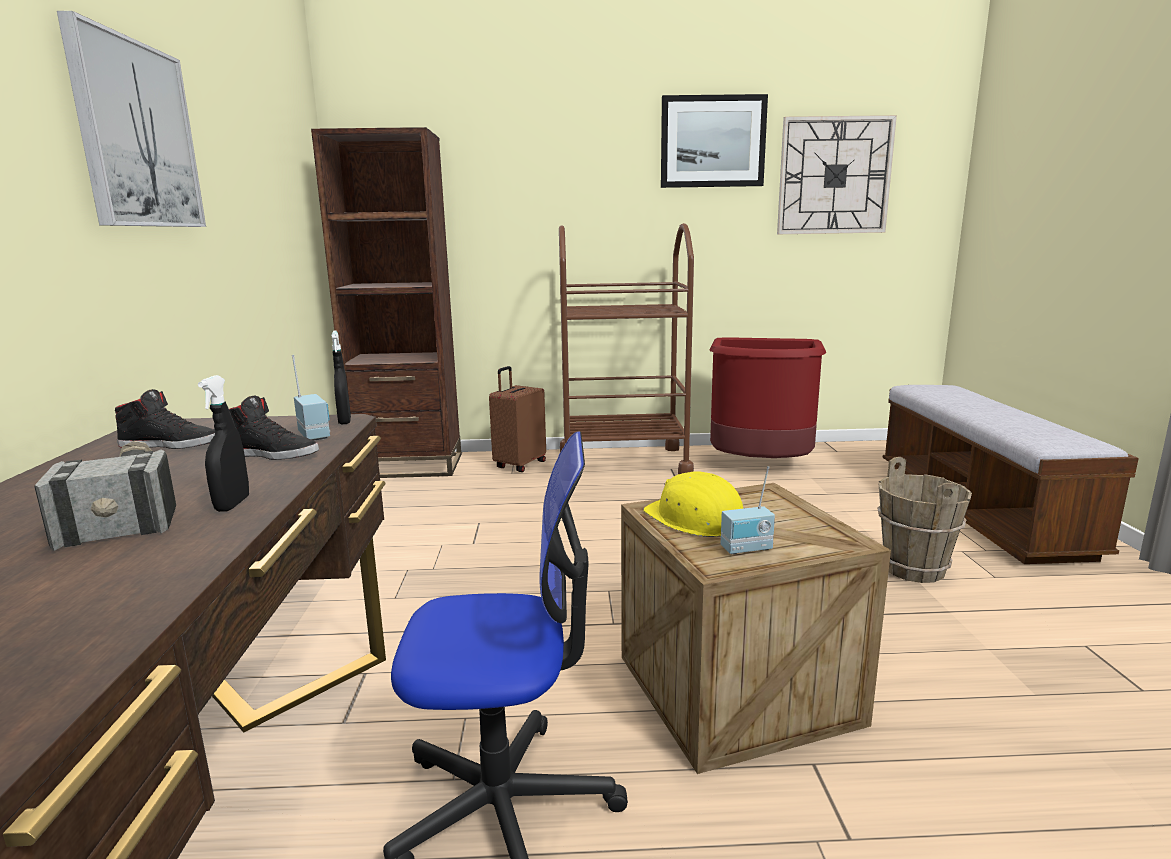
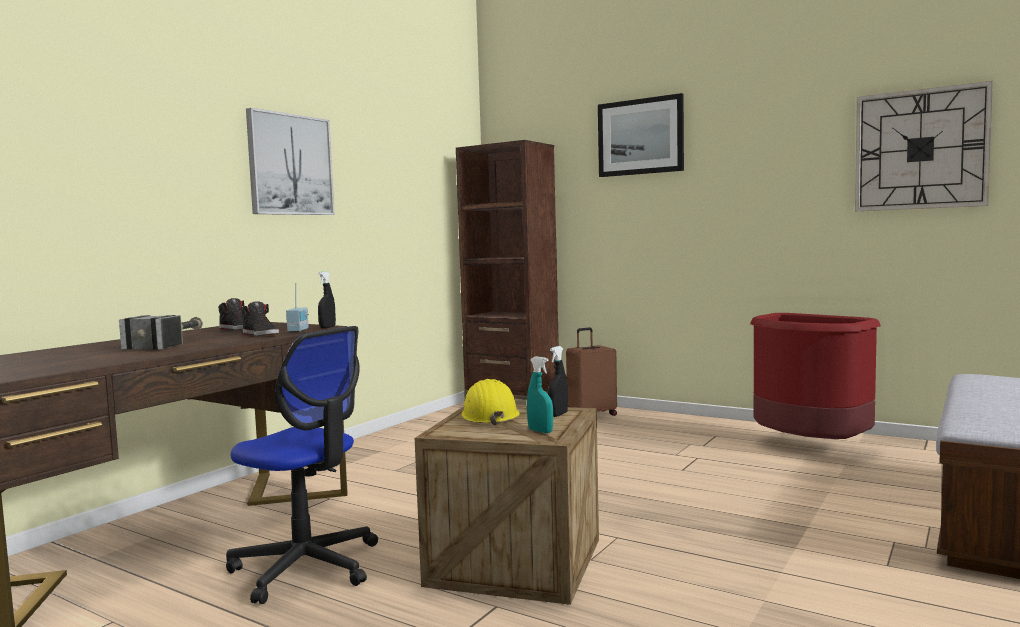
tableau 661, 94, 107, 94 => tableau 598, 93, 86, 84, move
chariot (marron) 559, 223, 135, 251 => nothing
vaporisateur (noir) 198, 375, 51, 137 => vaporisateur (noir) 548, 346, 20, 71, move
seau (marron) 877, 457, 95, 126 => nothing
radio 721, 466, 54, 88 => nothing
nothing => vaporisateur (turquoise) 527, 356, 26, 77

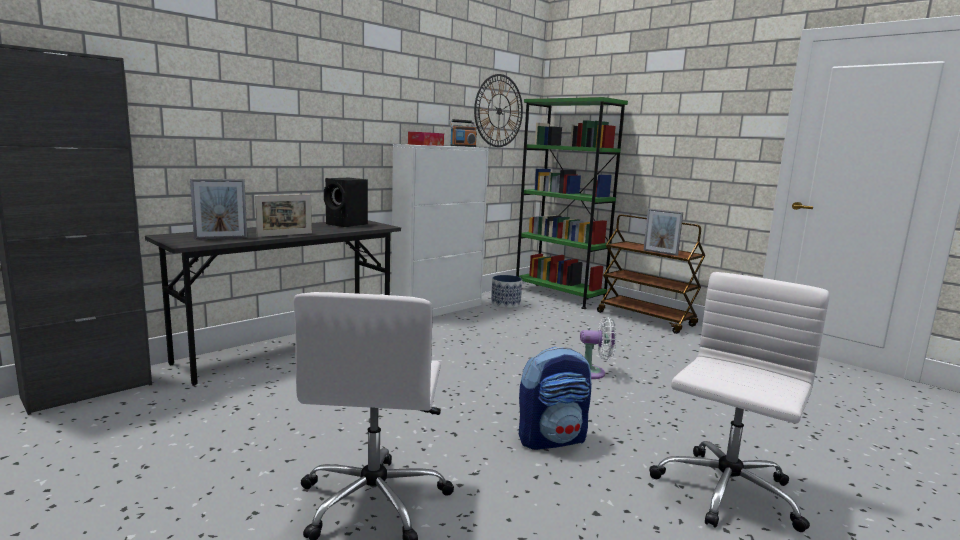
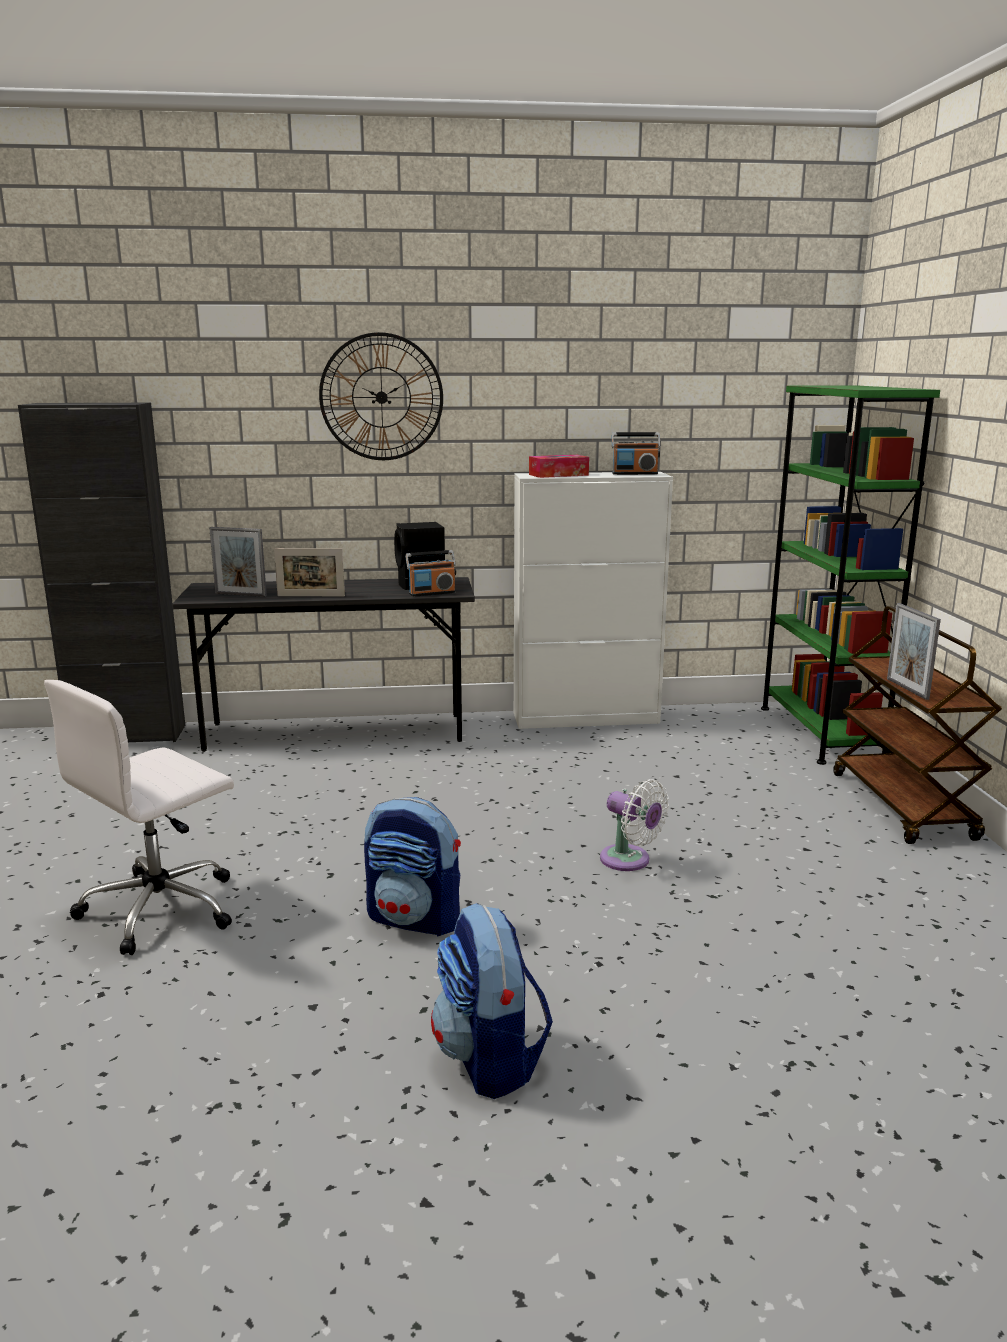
horloge murale 474, 74, 49, 73 => horloge murale 319, 332, 124, 128, move
chaise de bureau (blanc) 649, 272, 181, 260 => sac à dos 431, 903, 122, 196
cache-pot 491, 275, 31, 33 => nothing
nothing => radio 405, 550, 51, 47

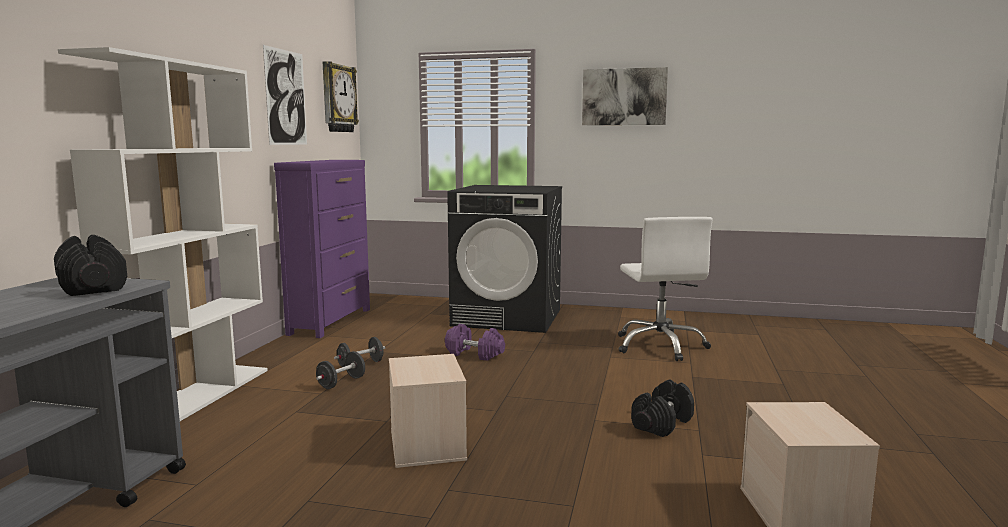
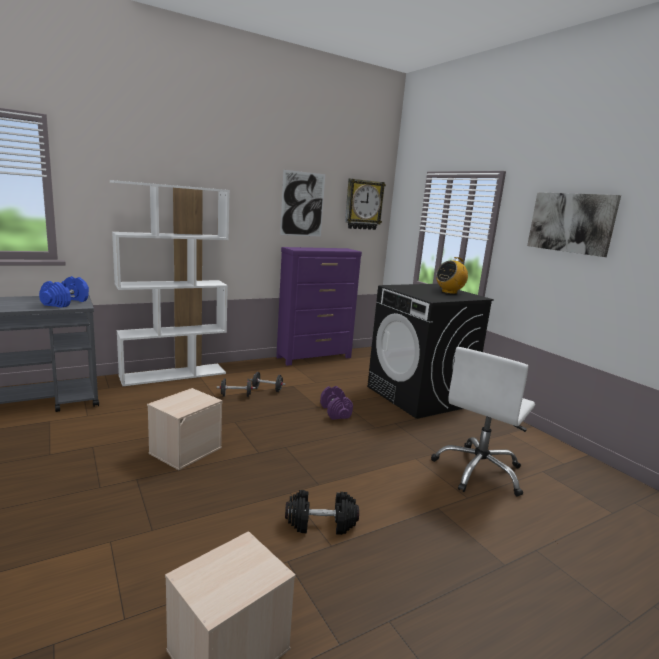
haltère (noir) 54, 235, 73, 61 => haltère (bleu) 39, 276, 50, 32
nothing => radio 436, 257, 32, 37

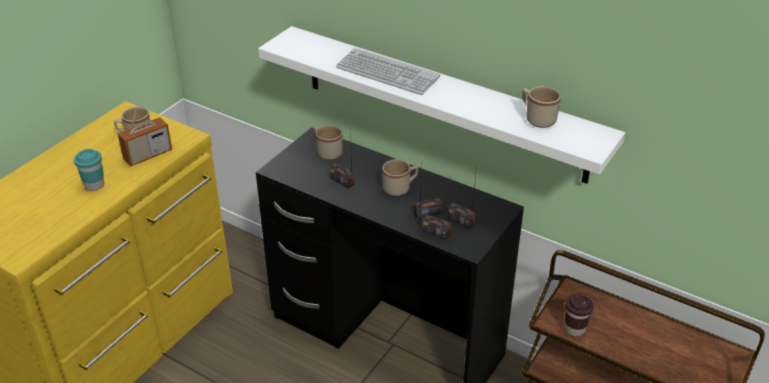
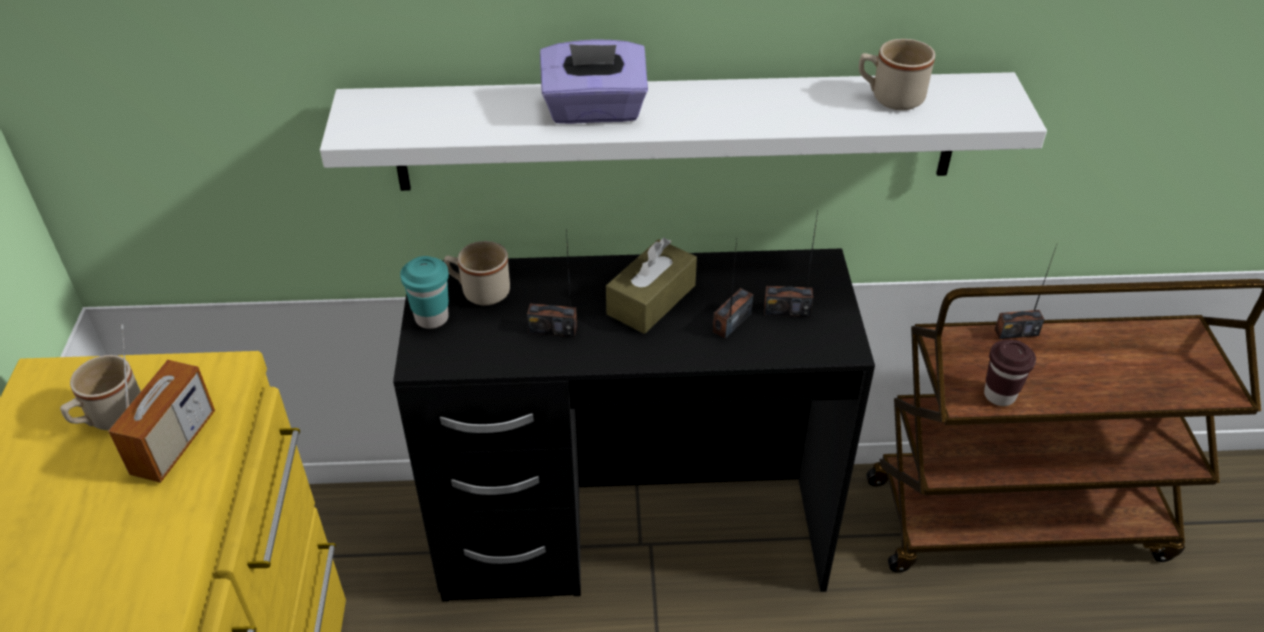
clavier 336, 48, 104, 47 => boîte à mouchoirs (violet) 540, 39, 108, 85
tasse (turquoise) 74, 149, 30, 42 => tasse (turquoise) 400, 256, 49, 73, move
mug (beige) 382, 159, 36, 37 => boîte à mouchoirs (marron) 606, 238, 91, 96
radio 422, 180, 29, 60 => radio 995, 245, 62, 94, move

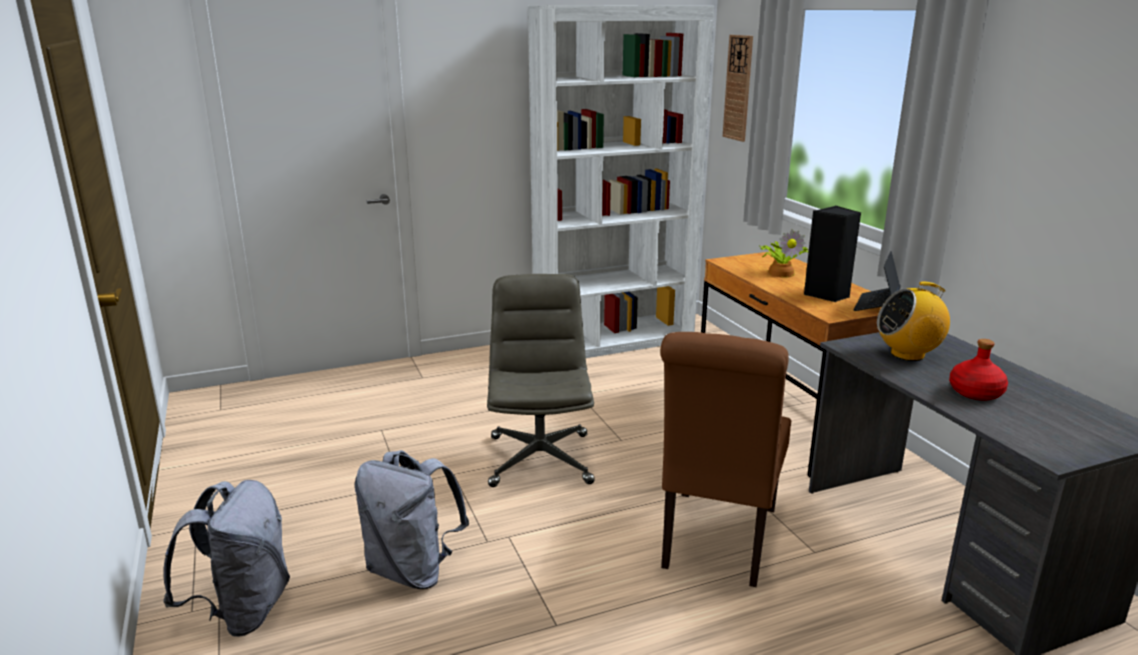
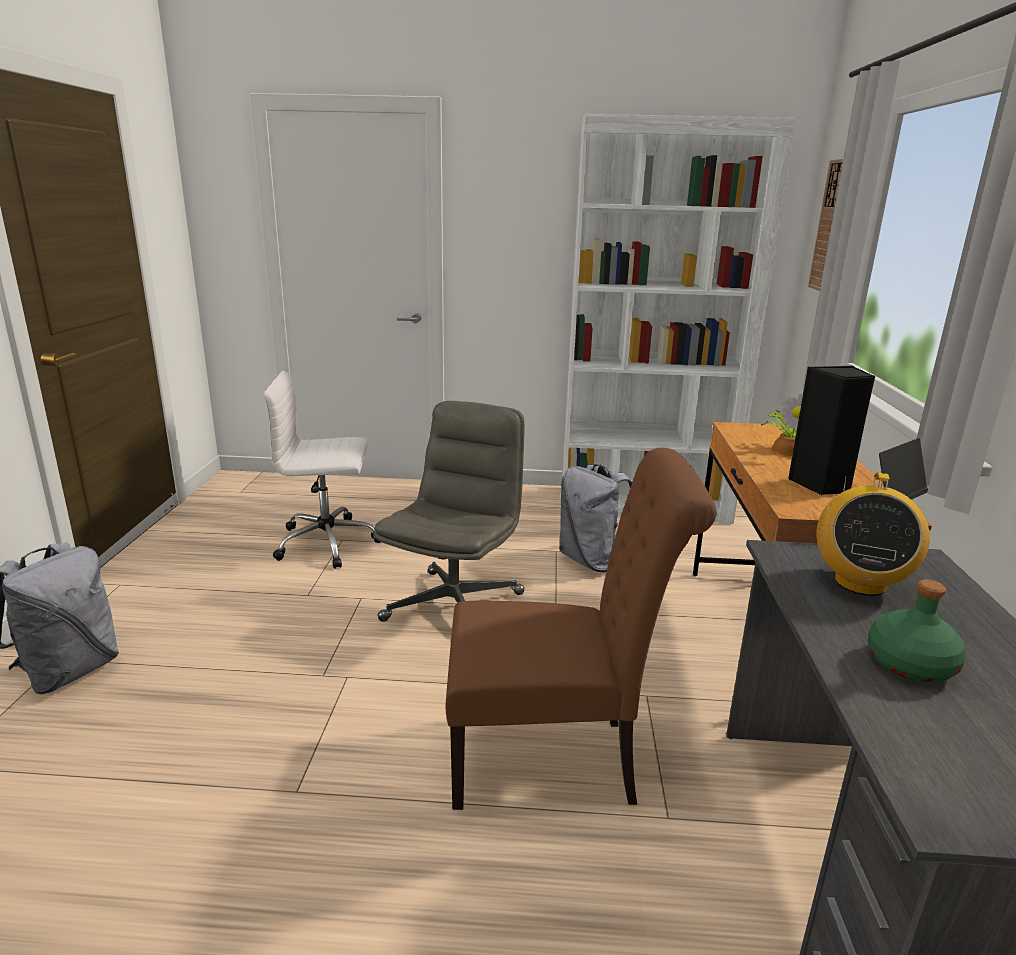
radio 877, 282, 73, 79 => radio 817, 472, 113, 124, 90 degrees counterclockwise
chaise (marron) 660, 332, 131, 255 => chaise (marron) 446, 448, 270, 362, 135 degrees counterclockwise
bouteille (rouge) 949, 339, 59, 62 => bouteille (vert) 868, 579, 98, 103
sac à dos (gris) 355, 450, 114, 139 => sac à dos (gris) 559, 464, 73, 108, move
nothing => chaise de bureau (blanc) 263, 371, 117, 198

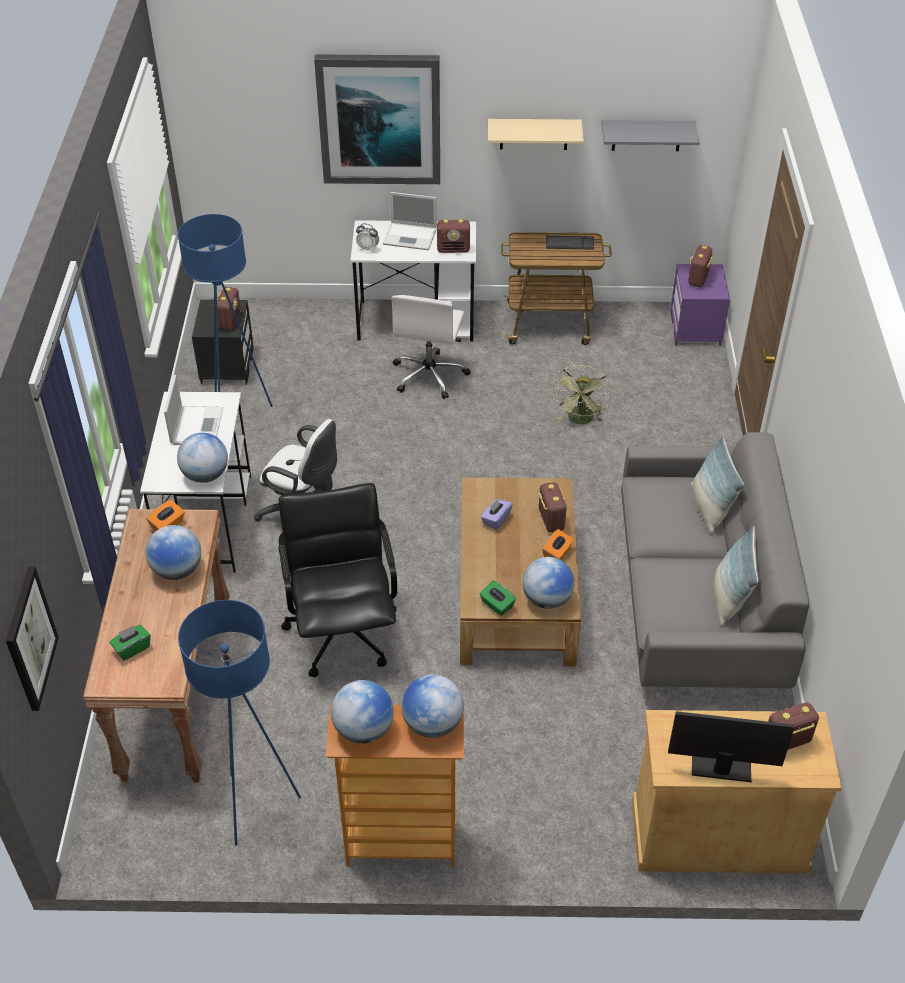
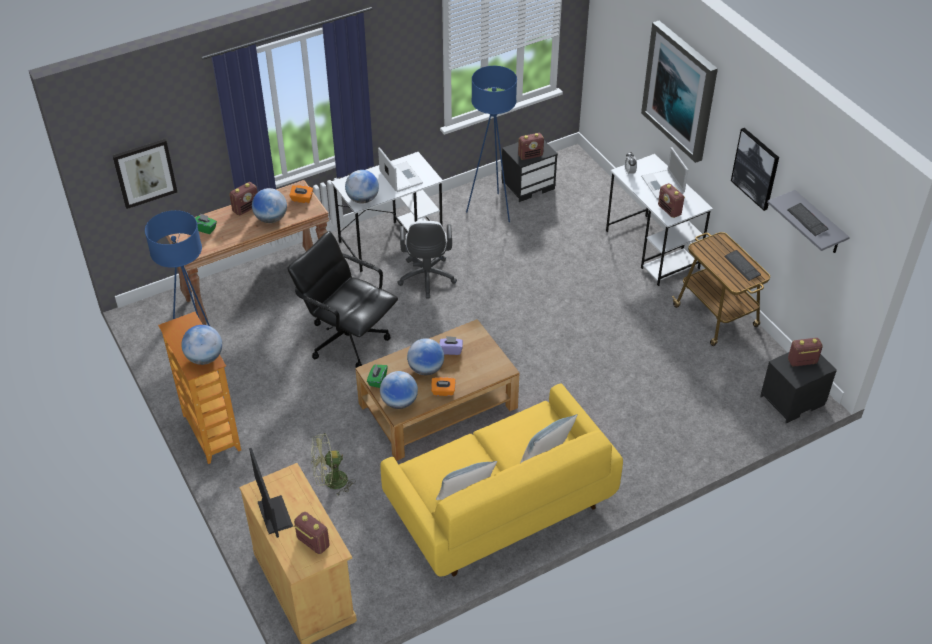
étagère (beige) 488, 119, 96, 31 => tableau 731, 128, 48, 83
table de chevet (violet) 670, 264, 60, 82 => table de chevet (noir) 760, 352, 77, 71
chaise de bureau (blanc) 391, 295, 79, 104 => nothing
ventilateur (vert) 552, 365, 60, 59 => ventilateur (vert) 311, 433, 45, 63, move
ordinateur portable 164, 375, 59, 70 => ordinateur portable 378, 147, 45, 45, 90 degrees counterclockwise
canapé (gris) 621, 432, 188, 256 => canapé (jaune) 380, 383, 243, 194
radio 537, 482, 29, 51 => radio 229, 182, 29, 34, move
chaise de bureau (noir) 278, 483, 119, 194 => chaise de bureau (noir) 288, 231, 110, 137, 105 degrees counterclockwise
globe 331, 680, 63, 64 => globe 407, 338, 37, 37, move
nothing => clavier 787, 203, 41, 33

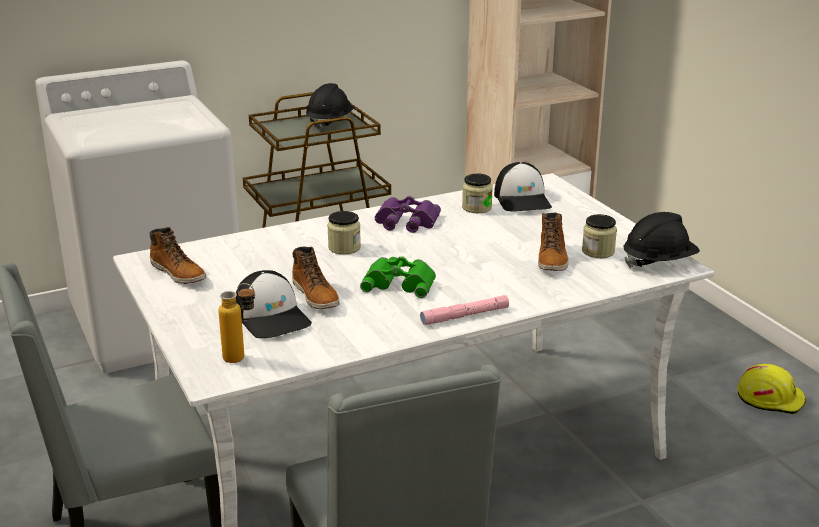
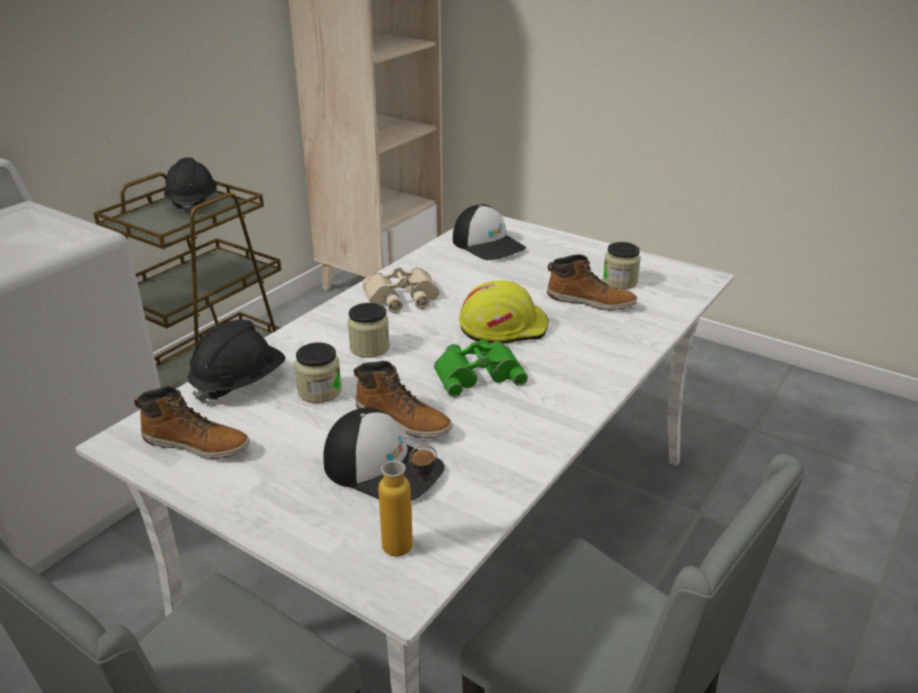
bocal 462, 174, 31, 39 => bocal 294, 342, 48, 61, move
jumelles (violet) 375, 196, 66, 37 => jumelles (beige) 362, 267, 78, 46
casque de chantier (noir) 624, 212, 76, 56 => casque de chantier (noir) 188, 320, 98, 84, move
botte 538, 213, 31, 58 => botte 547, 254, 90, 57, 45 degrees counterclockwise
lampe de poche (rose) 420, 295, 89, 30 => nothing
casque de chantier (jaune) 737, 364, 69, 50 => casque de chantier (jaune) 459, 280, 90, 64, move

